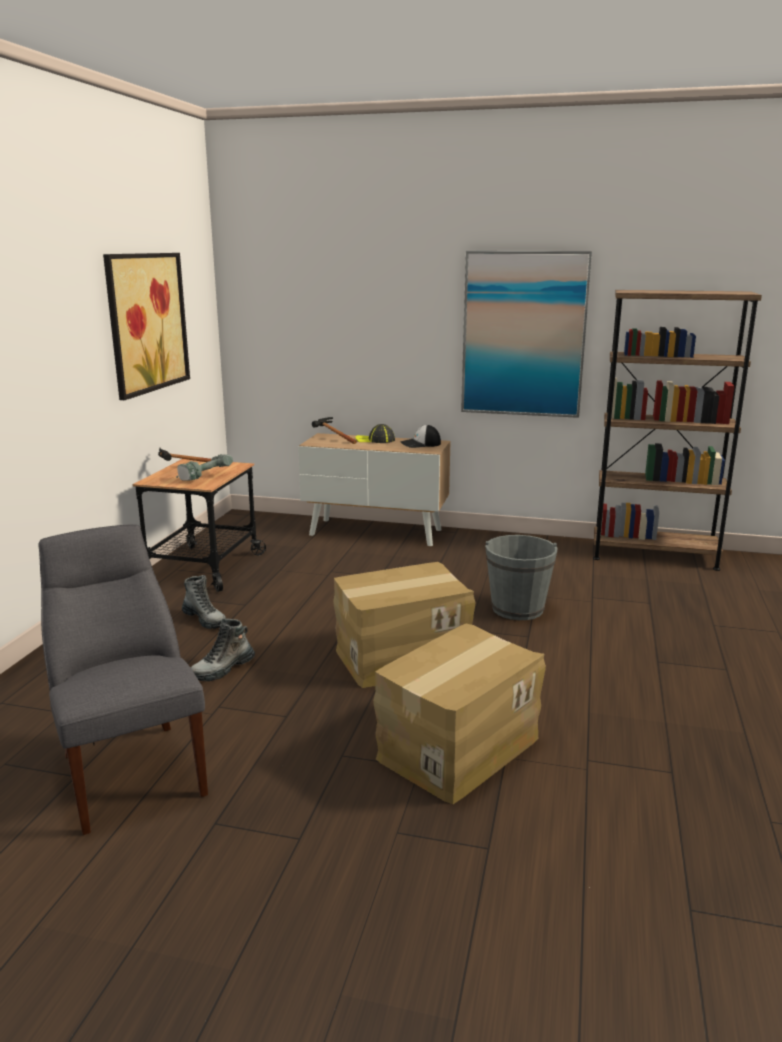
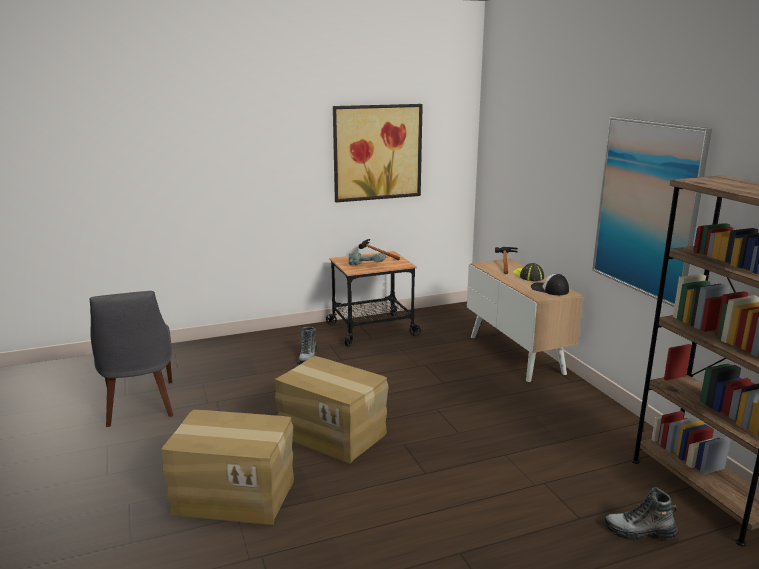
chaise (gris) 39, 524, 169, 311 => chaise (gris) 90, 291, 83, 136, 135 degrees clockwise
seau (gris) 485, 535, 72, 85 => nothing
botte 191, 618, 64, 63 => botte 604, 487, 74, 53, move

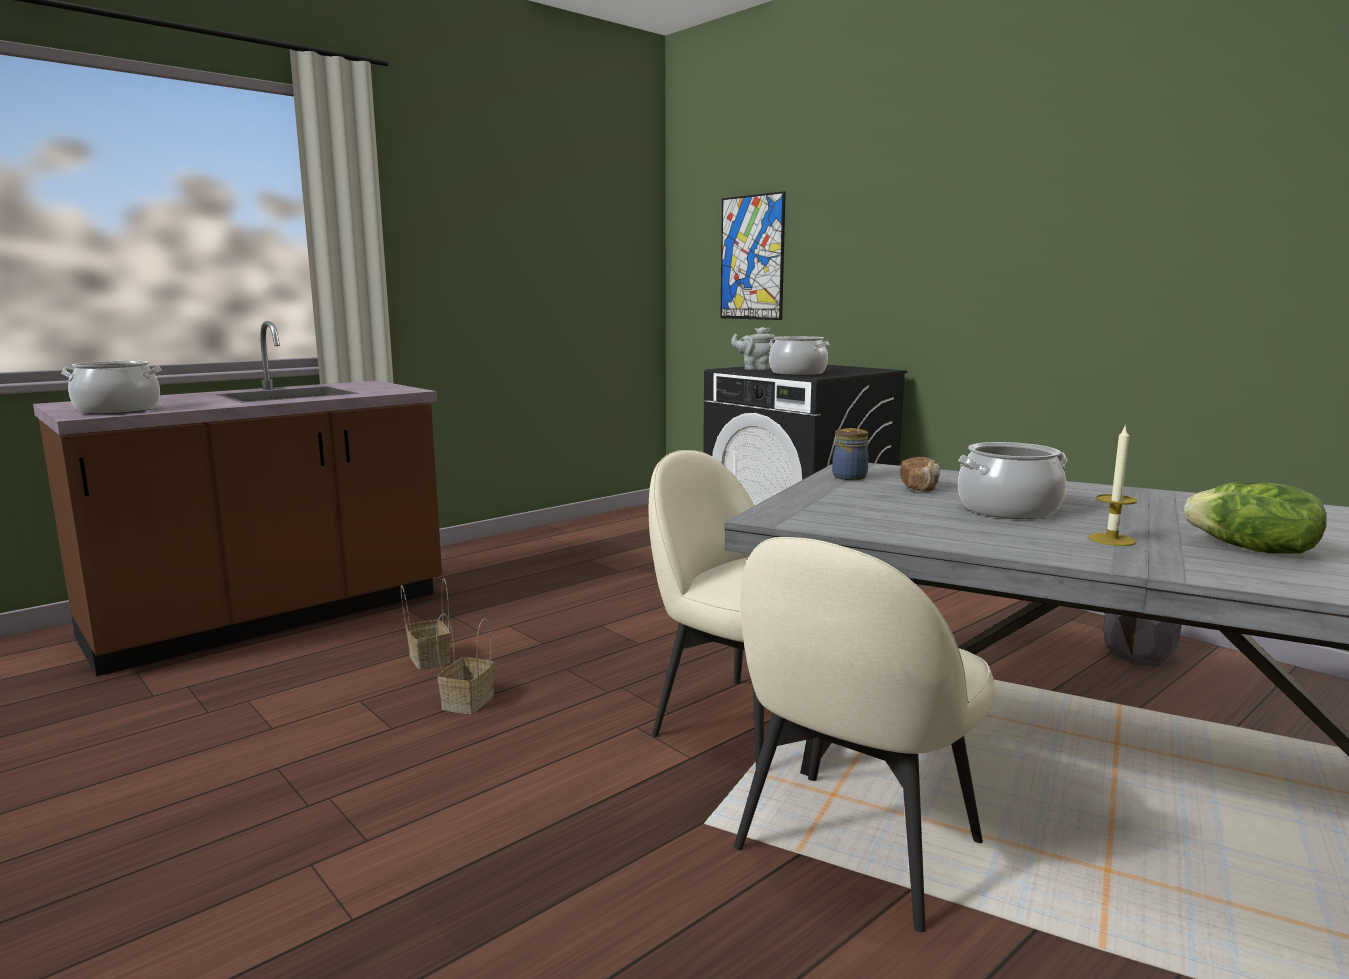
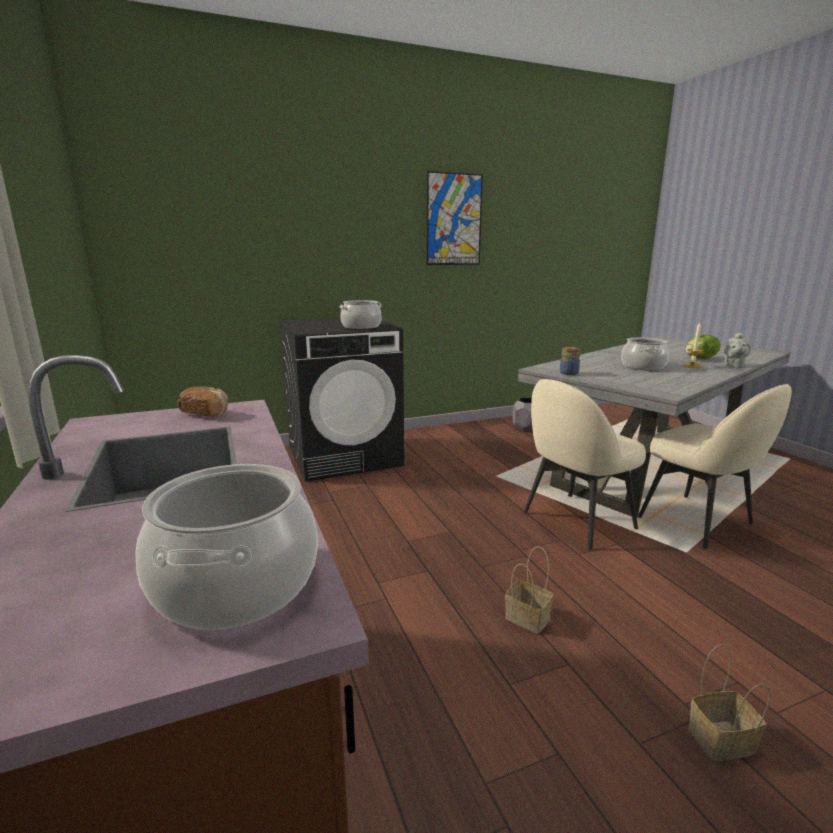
tableau 721, 191, 65, 129 => tableau 426, 171, 57, 94, move
théière (gris) 731, 327, 44, 43 => théière (gris) 724, 333, 27, 35, move
pain 900, 456, 40, 36 => pain 177, 387, 51, 30, move
panier 401, 579, 49, 91 => panier 688, 644, 83, 117, move

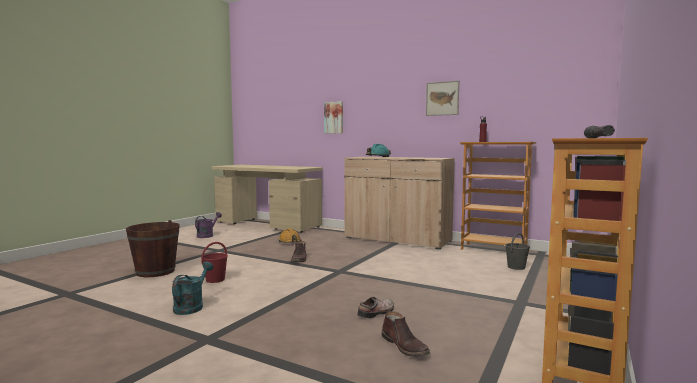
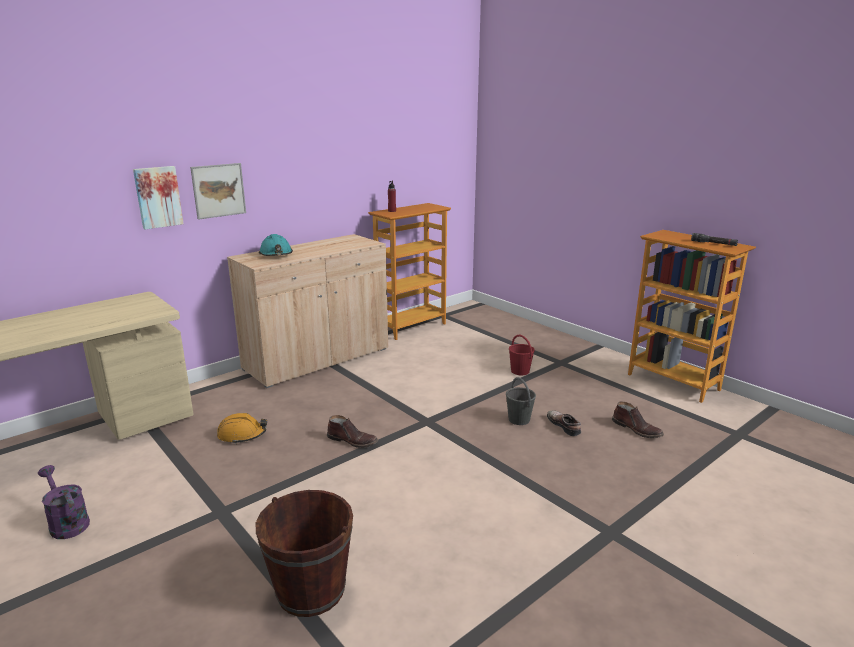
tableau 426, 80, 33, 36 => tableau 190, 163, 56, 57, move
seau (gris) 505, 233, 25, 37 => seau (gris) 506, 377, 30, 48, move
seau (rouge) 201, 242, 27, 41 => seau (rouge) 509, 335, 26, 40, move
arrosoir (turquoise) 172, 262, 41, 53 => nothing
botte (marron) 381, 311, 49, 46 => botte (marron) 612, 402, 52, 36, 60 degrees clockwise

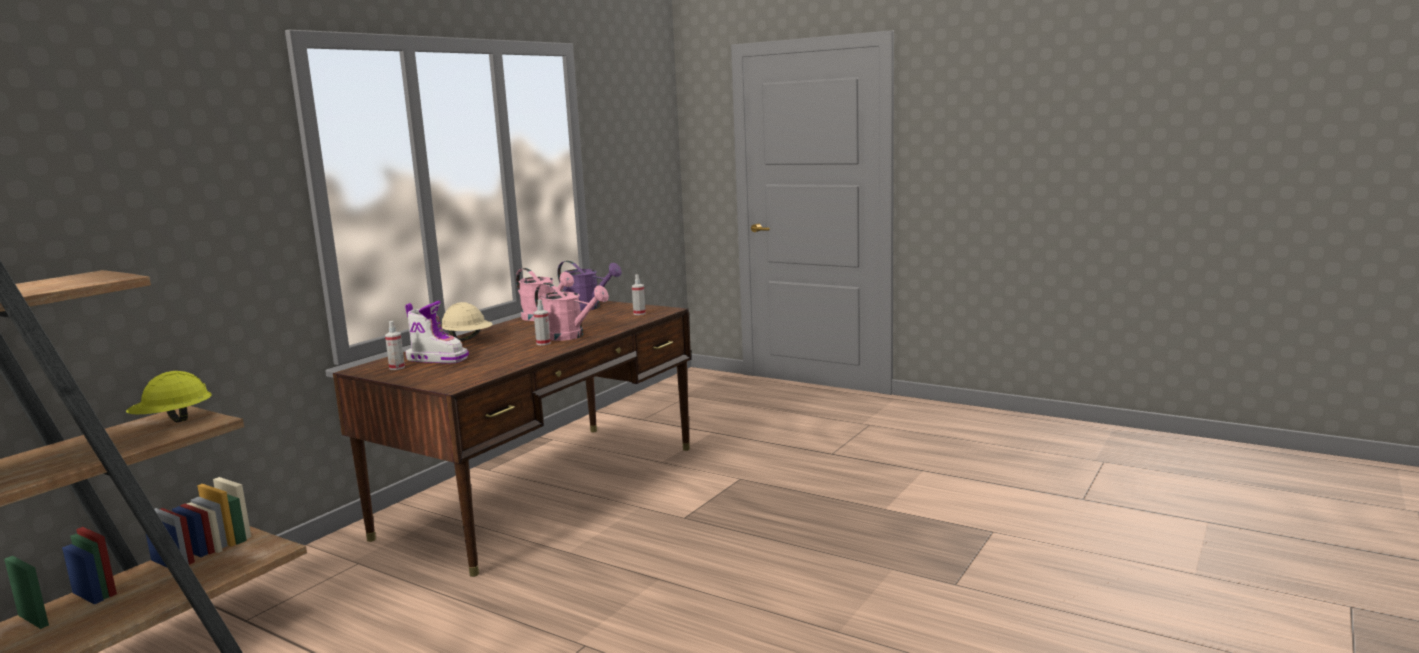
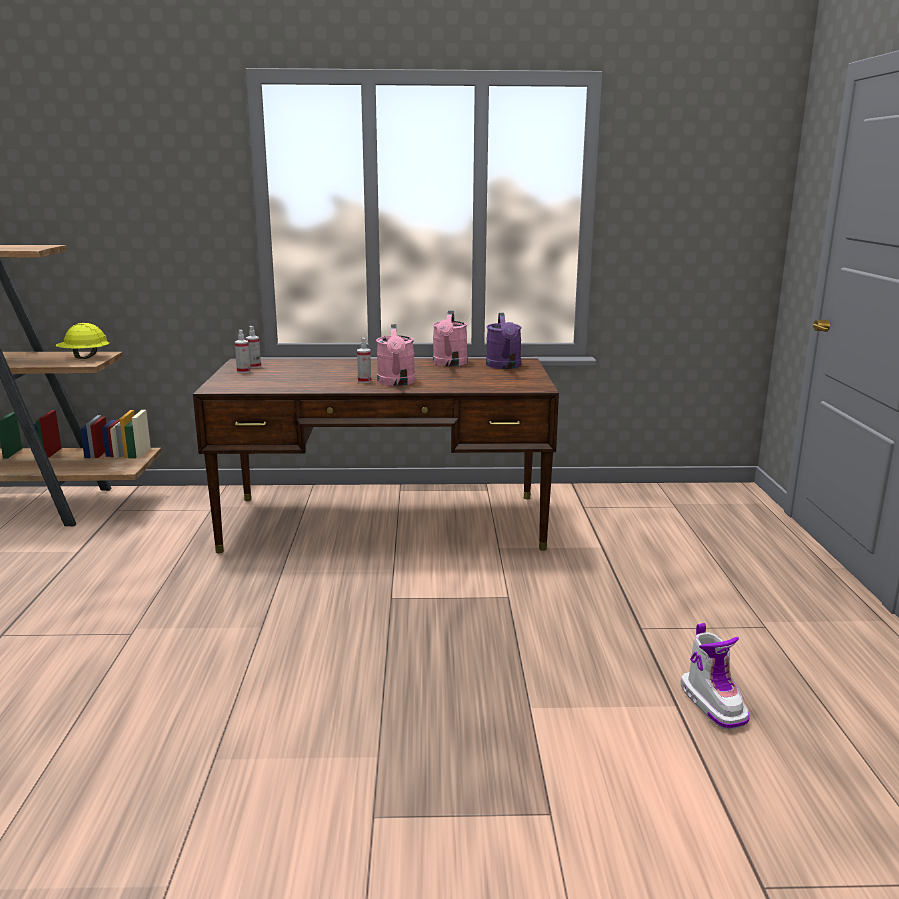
vaporisateur 632, 275, 14, 40 => vaporisateur 235, 330, 16, 43, move
botte 405, 301, 64, 62 => botte 681, 623, 69, 107, move
casque de chantier (beige) 441, 302, 51, 39 => nothing

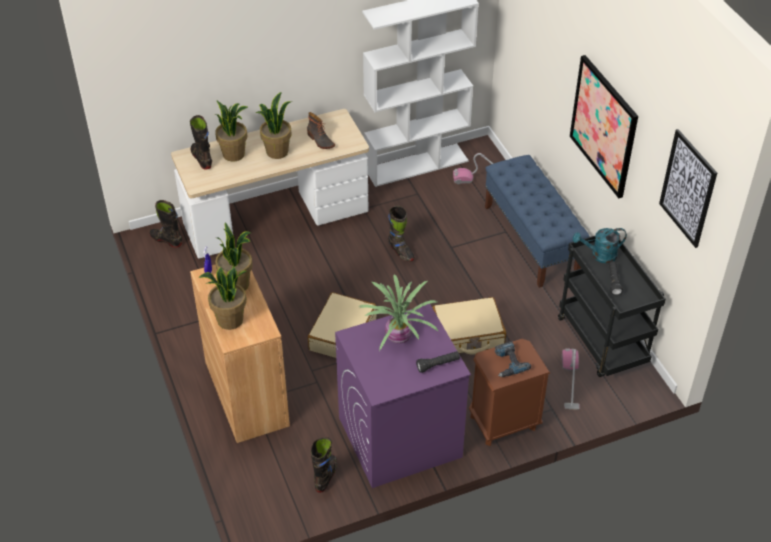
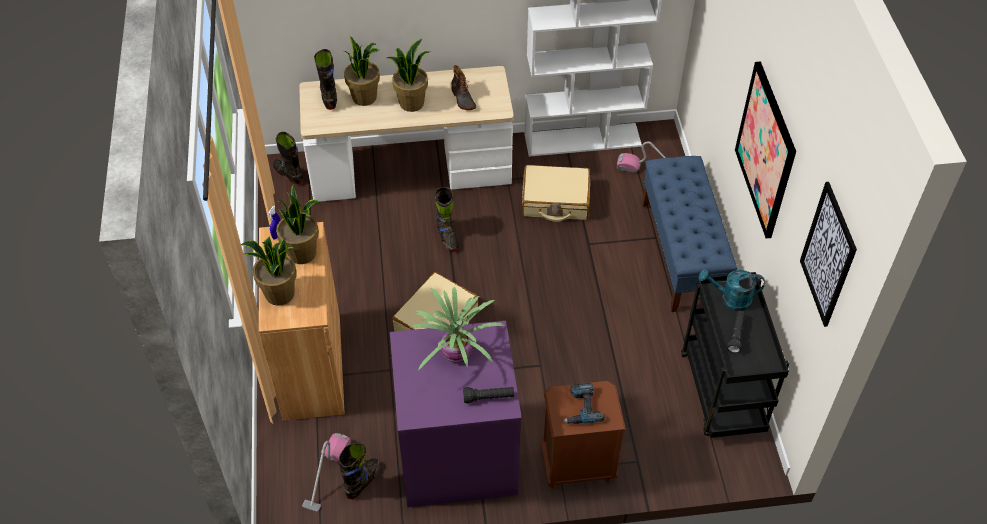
botte (noir) 388, 206, 27, 56 => botte (noir) 435, 187, 24, 64, move
valise (beige) 432, 297, 74, 57 => valise (beige) 522, 165, 68, 57, move
aspirateur 562, 348, 18, 62 => aspirateur 302, 433, 49, 79, move

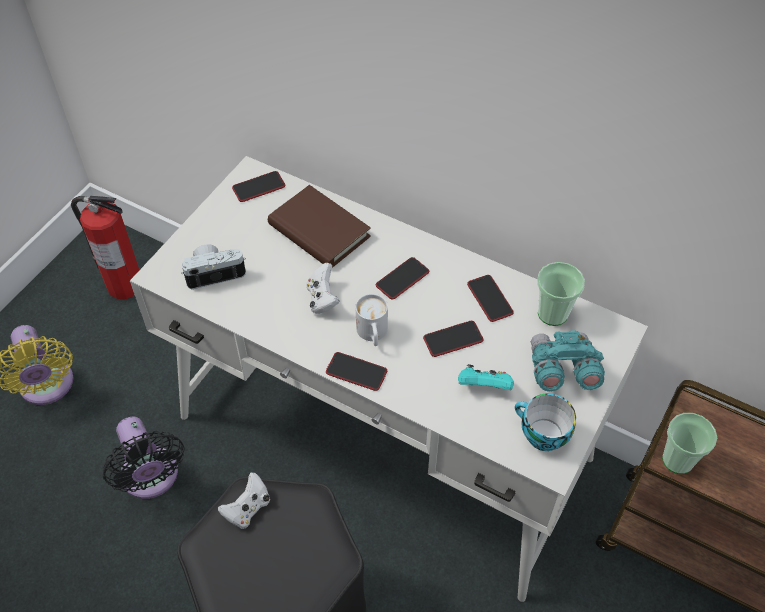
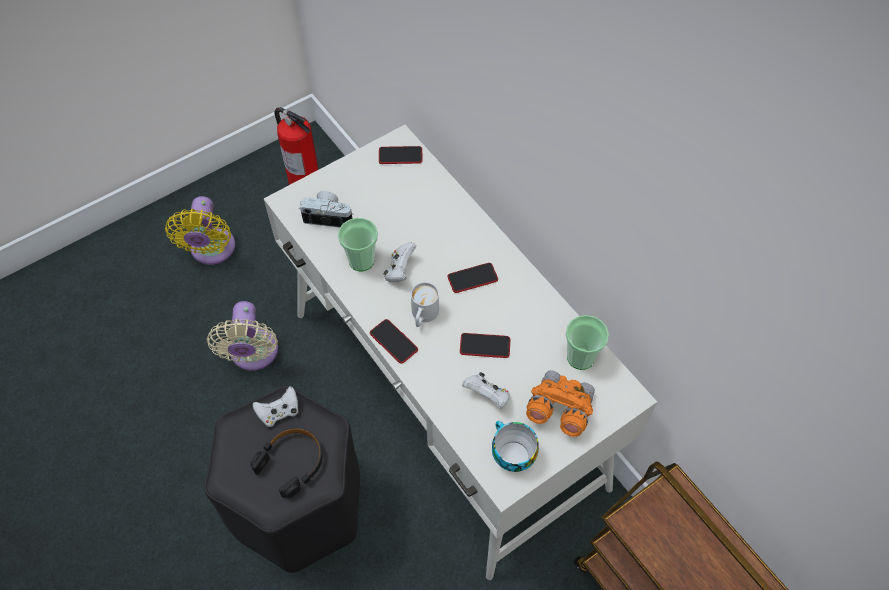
livre (marron) 268, 185, 103, 82 => nothing
téléphone 467, 275, 47, 47 => nothing
jumelles (turquoise) 531, 330, 74, 62 => jumelles (orange) 526, 370, 69, 67
manette (turquoise) 458, 364, 56, 26 => manette (blanc) 462, 372, 48, 36
tasse 662, 413, 55, 61 => tasse 338, 218, 40, 54, move
ventilateur (noir) 103, 417, 82, 82 => ventilateur (beige) 207, 301, 71, 70
nothing => casque audio (noir) 250, 427, 73, 72

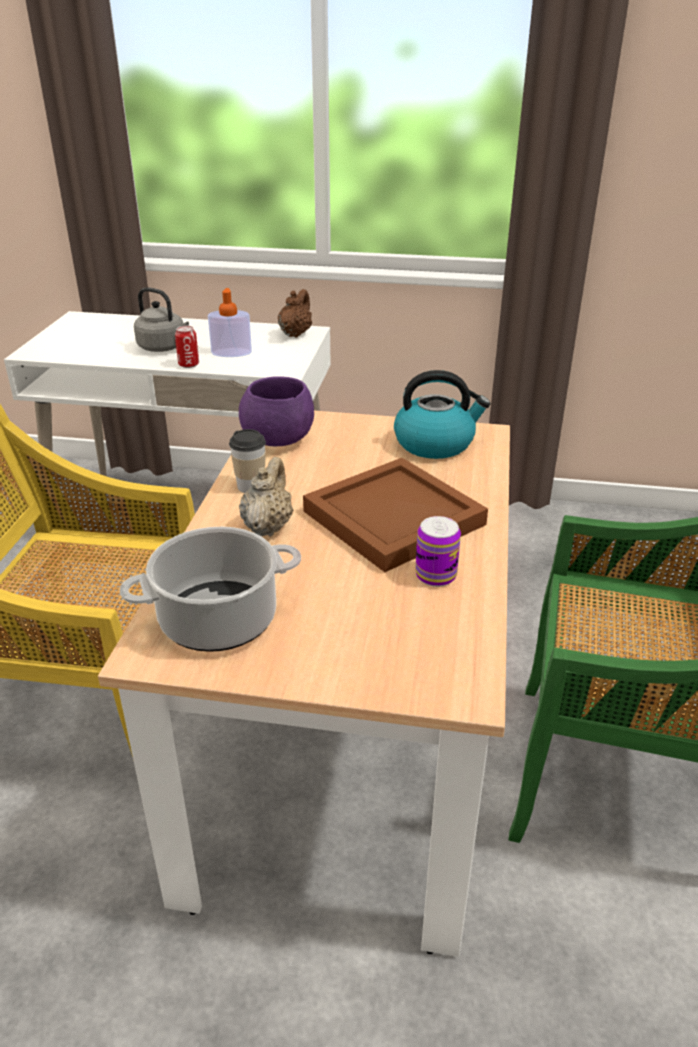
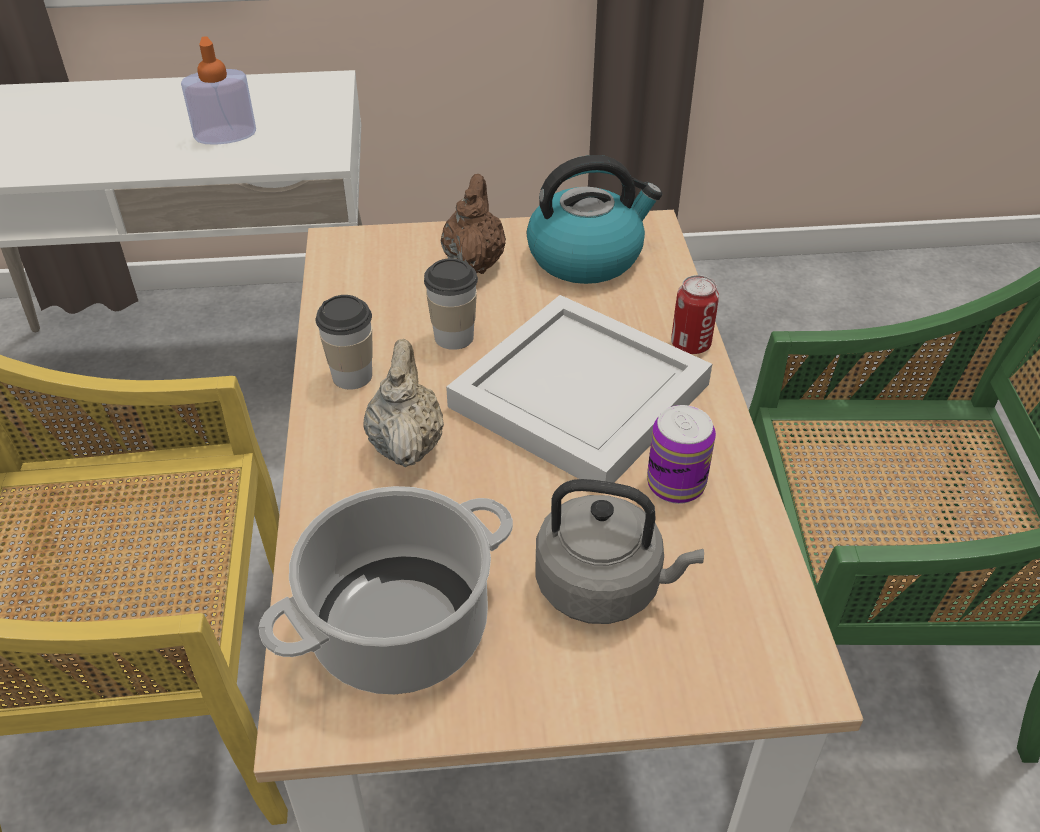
bouilloire (gris) 134, 287, 55, 65 => bouilloire (gris) 535, 479, 169, 145, move
théière (marron) 278, 289, 34, 49 => théière (marron) 441, 174, 65, 100, move
boîte métallique 175, 325, 24, 43 => boîte métallique 671, 275, 48, 79, move
bol (violet) 239, 377, 75, 69 => nothing
plateau (marron) 303, 458, 185, 114 => plateau (blanc) 446, 295, 266, 188
nothing => tasse 424, 258, 54, 92

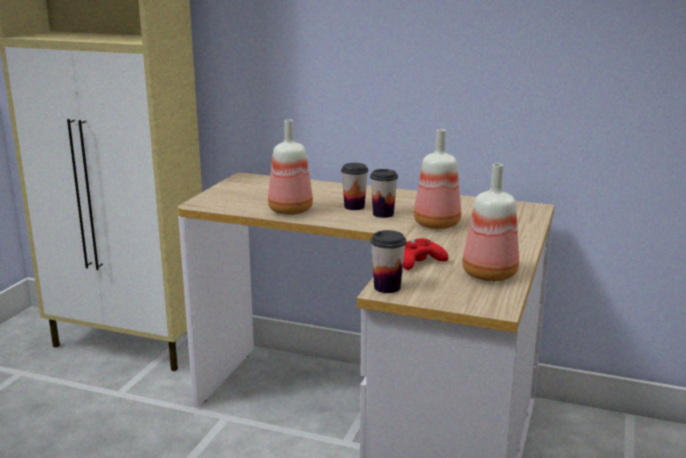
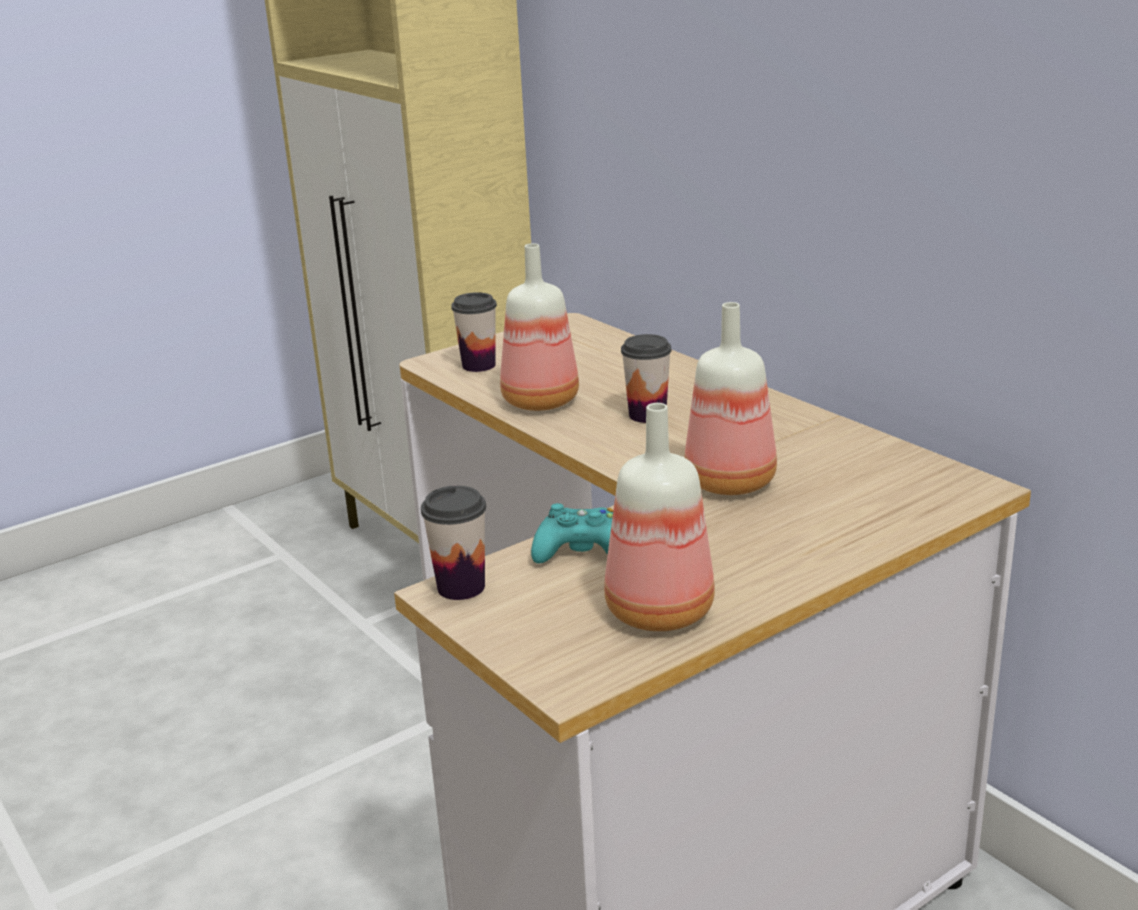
tasse 370, 169, 28, 49 => tasse 451, 292, 46, 80, move
manette (rouge) 403, 238, 45, 32 => manette (turquoise) 531, 503, 82, 61

